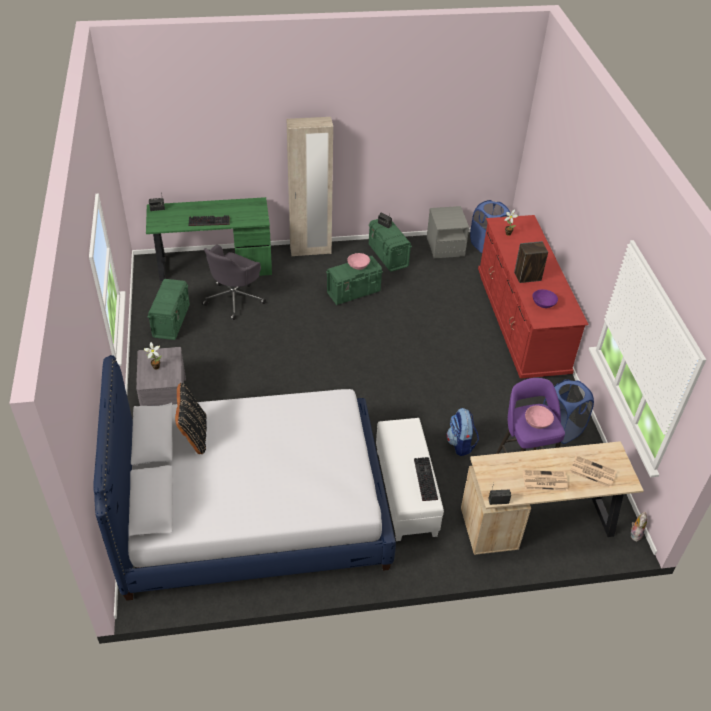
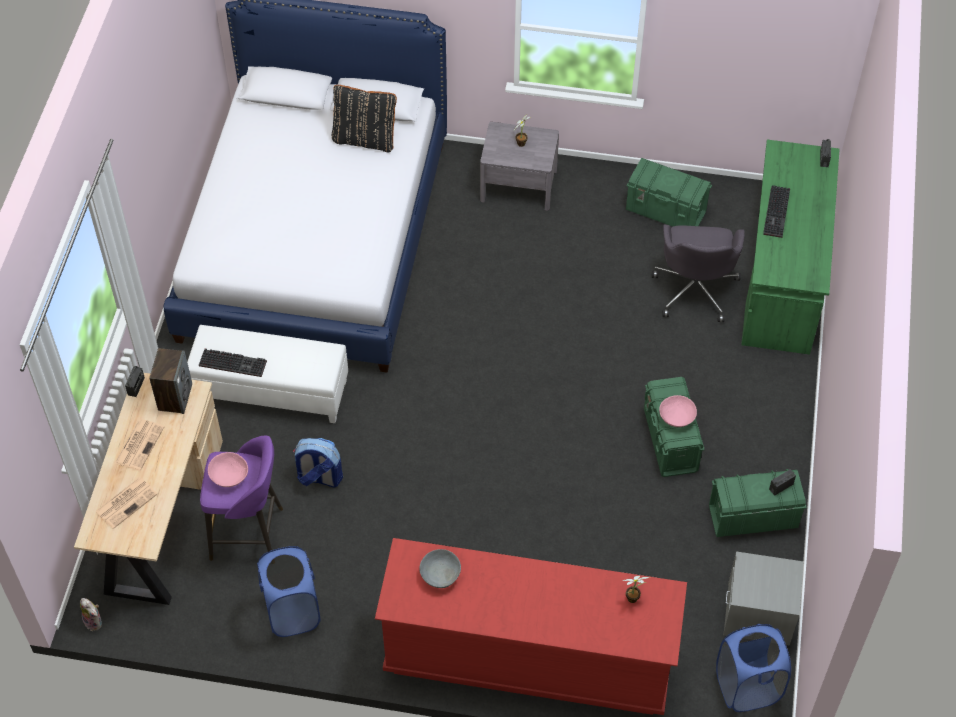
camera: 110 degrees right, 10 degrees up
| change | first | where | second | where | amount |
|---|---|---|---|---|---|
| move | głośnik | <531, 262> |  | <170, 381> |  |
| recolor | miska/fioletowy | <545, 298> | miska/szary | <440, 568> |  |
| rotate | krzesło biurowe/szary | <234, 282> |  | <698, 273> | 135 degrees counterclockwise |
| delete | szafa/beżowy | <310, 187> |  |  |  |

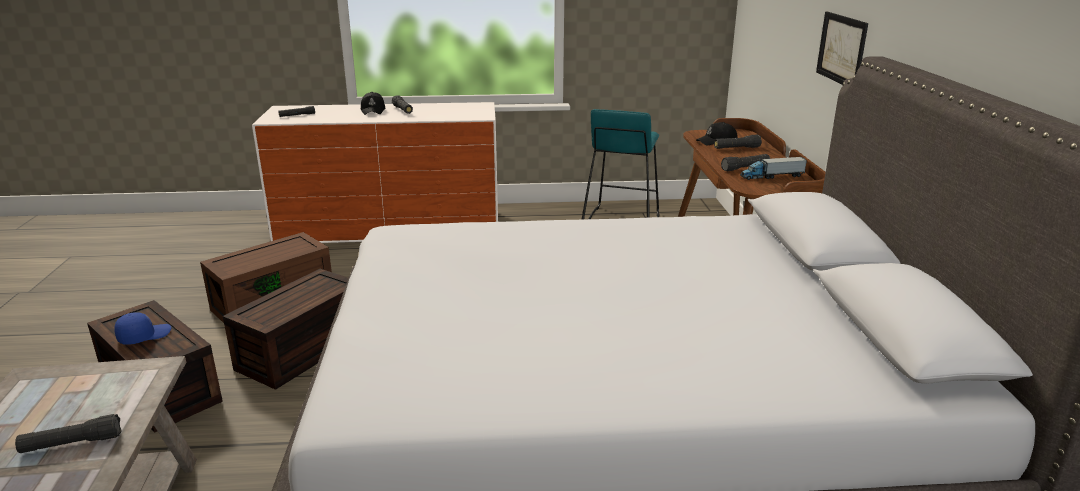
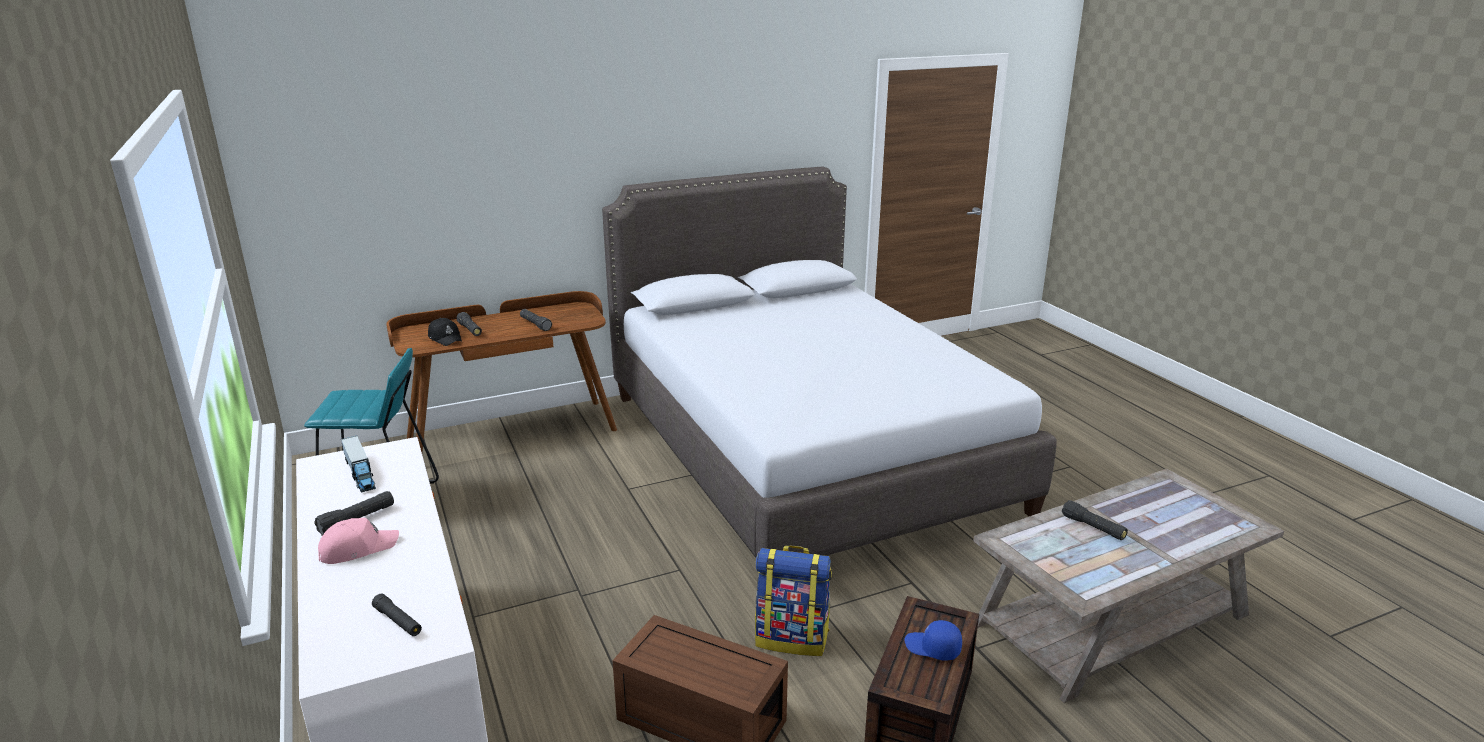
camera: 110 degrees left, 0 degrees up
| change | first | where | second | where | amount |
|---|---|---|---|---|---|
| recolor | czapka z daszkiem/czarny | <373, 103> | czapka z daszkiem/różowy | <358, 541> |  |
| move | ciężarówka zabawkowa | <773, 168> |  | <358, 464> |  |
| replace | pojemnik do przechowywania/brązowy | <285, 329> | plecak | <793, 601> |  |
| delete | obraz | <842, 48> |  |  |  |

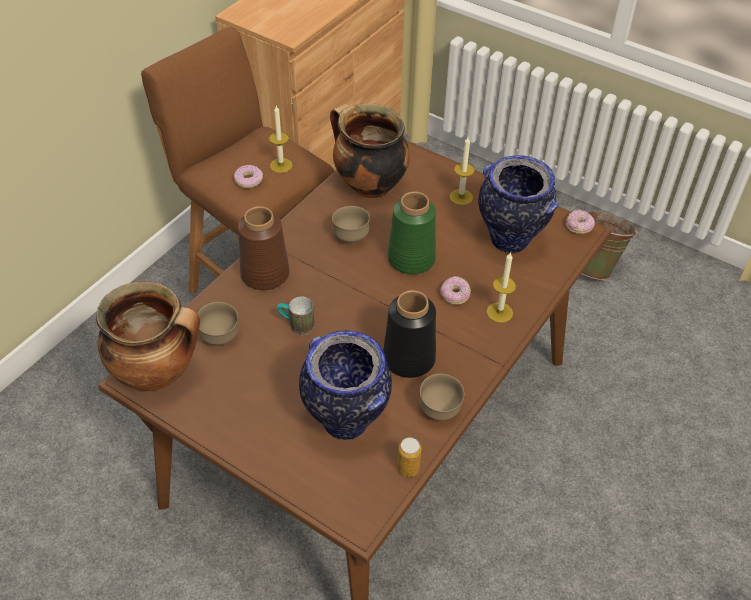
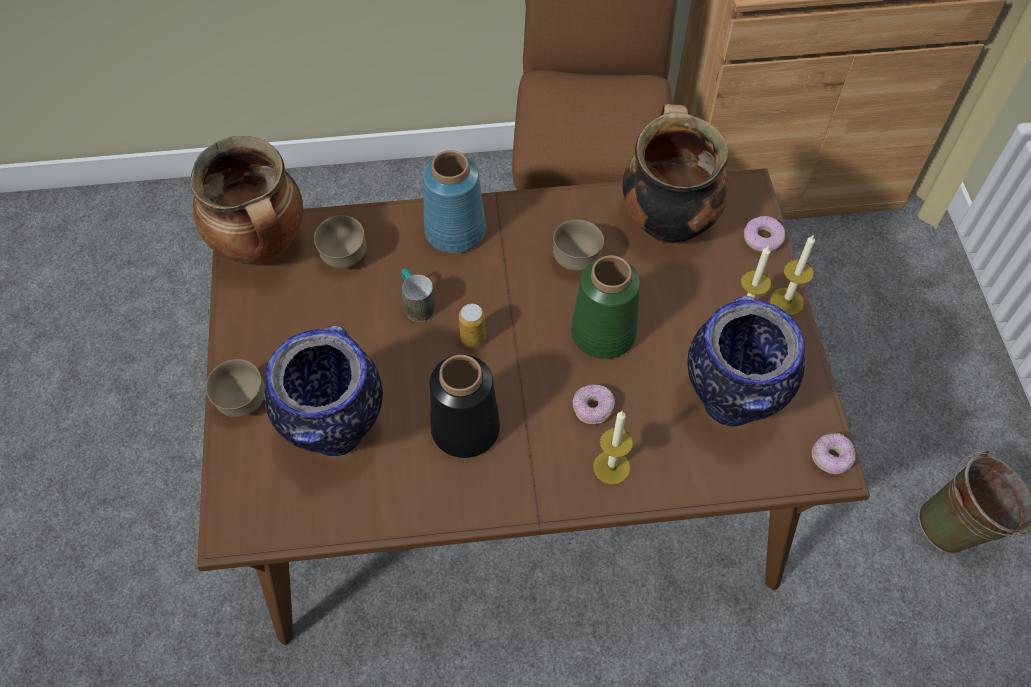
camera: 50 degrees right, 10 degrees up
| change | first | where | second | where | amount |
|---|---|---|---|---|---|
| move | miska/brązowy | <441, 396> |  | <235, 388> |  |
| recolor | wazon/brązowy | <263, 248> | wazon/niebieski | <454, 201> |  |
| move | puszka | <409, 457> |  | <472, 326> |  |
| move | donut | <248, 176> |  | <764, 234> |  |
| move | świeca | <280, 139> |  | <792, 275> |  |

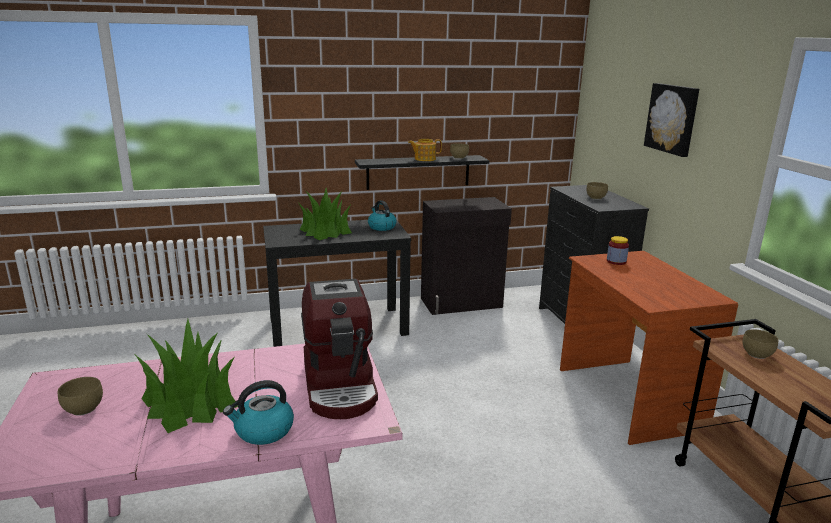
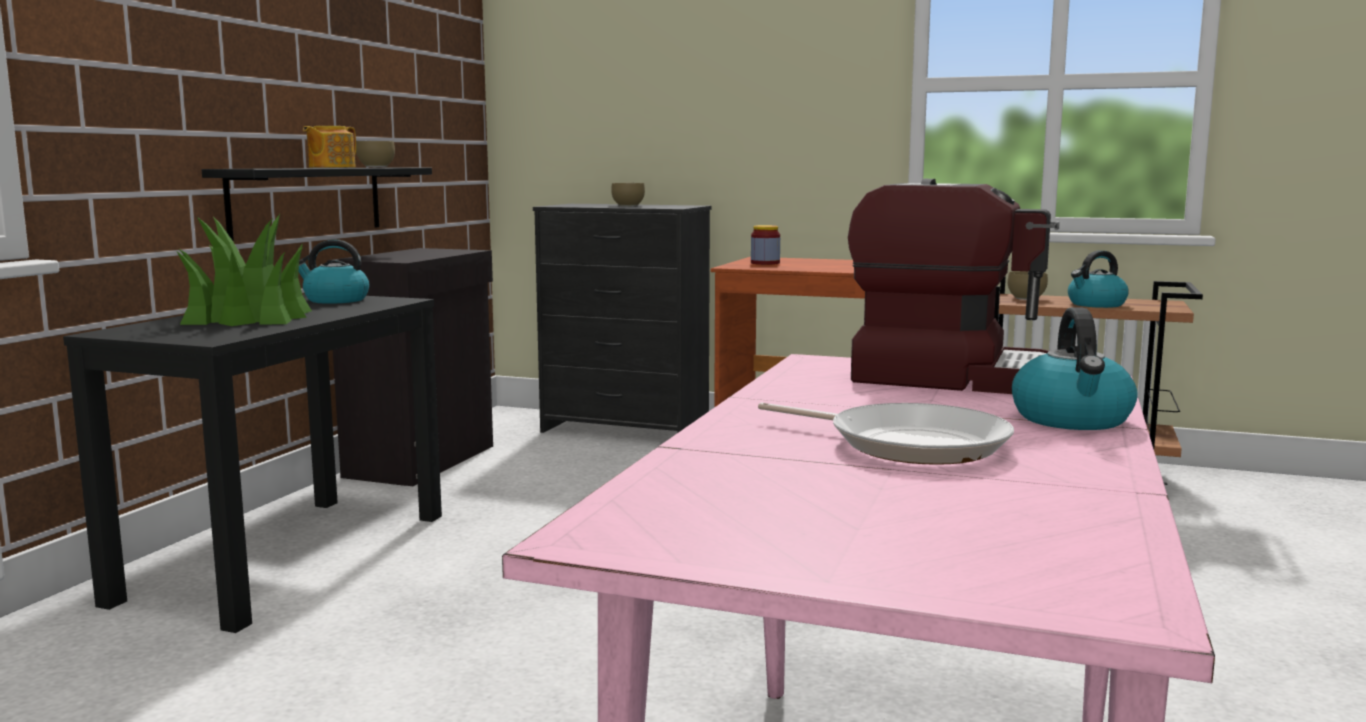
camera: 55 degrees left, 10 degrees down
| change | first | where | second | where | amount |
|---|---|---|---|---|---|
| replace | roślina doniczkowa | <186, 376> | patelnia | <886, 434> |  |
| insert |  |  | czajnik | <1098, 279> |  |
| delete | miska/brązowy | <80, 396> |  |  |  |
| delete | obraz | <671, 120> |  |  |  |

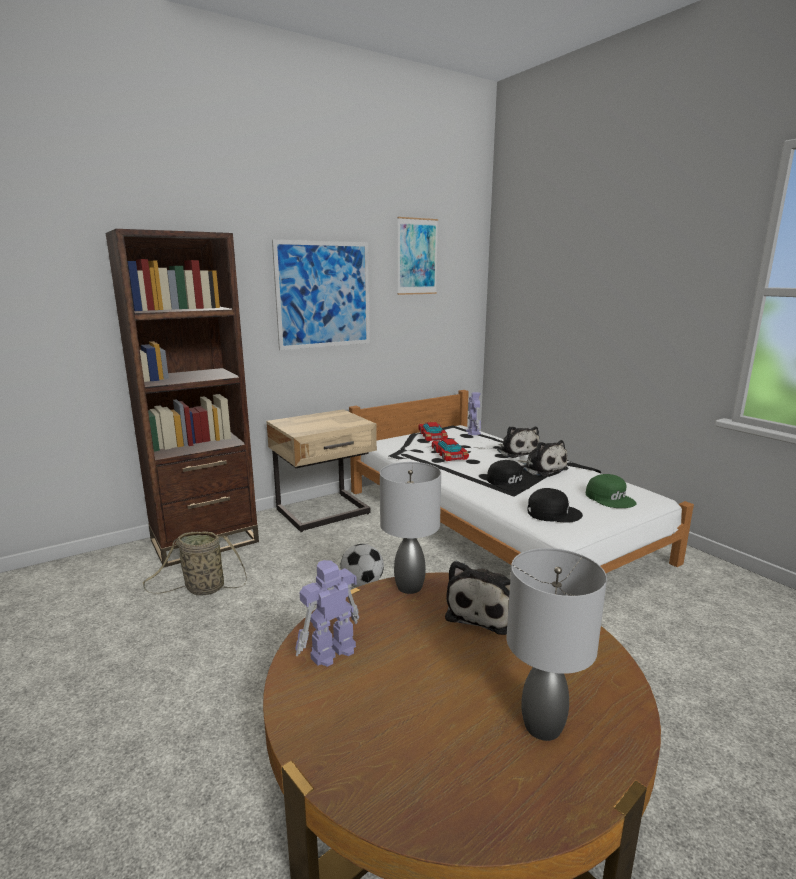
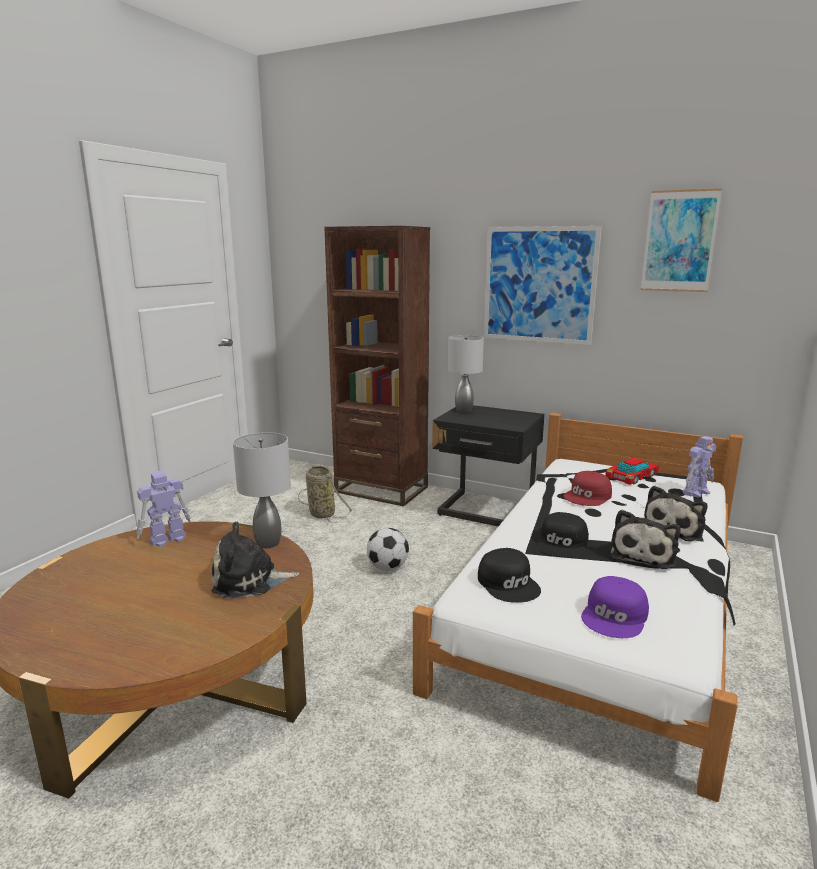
camera: 60 degrees right, 0 degrees up
| change | first | where | second | where | amount |
|---|---|---|---|---|---|
| rotate | robot zabawkowy | <327, 613> |  | <163, 509> | 60 degrees counterclockwise |
| recolor | szafka nocna/beżowy | <321, 470> | szafka nocna/czarny | <488, 465> |  |
| move | lampa stołowa/szary | <556, 644> |  | <466, 374> |  |
| replace | samochodzik | <450, 450> | czapka z daszkiem/czerwony | <588, 488> |  |
| recolor | czapka z daszkiem/zielony | <611, 491> | czapka z daszkiem/fioletowy | <615, 607> |  |

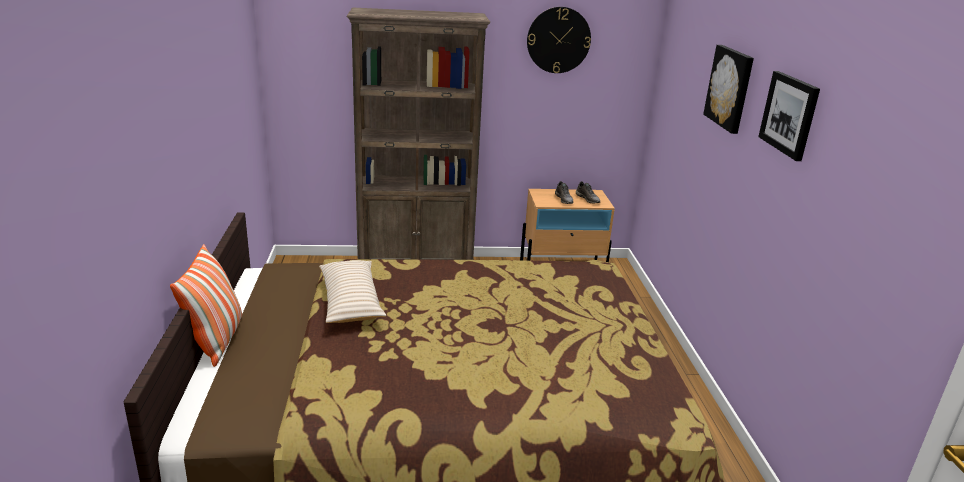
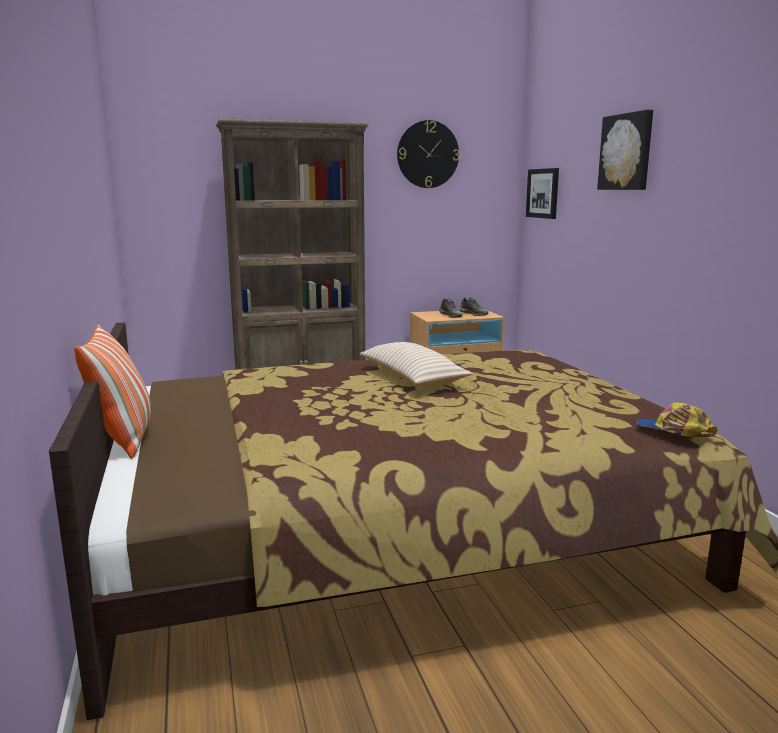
camera: 10 degrees left, 10 degrees down
| change | first | where | second | where | amount |
|---|---|---|---|---|---|
| move | poduszka/beżowy | <352, 291> |  | <415, 364> |  |
| move | obraz | <789, 116> |  | <542, 193> |  |
| insert |  |  | czapka z daszkiem | <676, 420> |  |

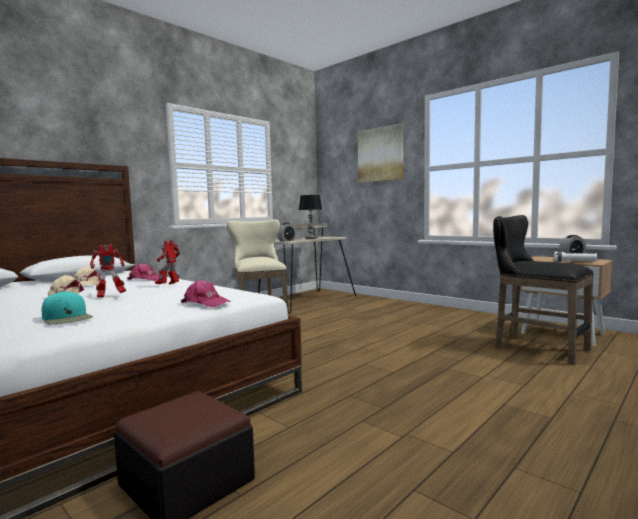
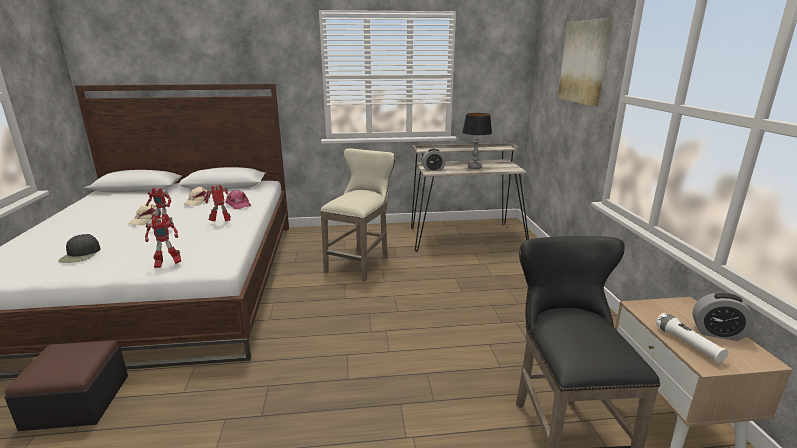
camera: 40 degrees right, 15 degrees up
| change | first | where | second | where | amount |
|---|---|---|---|---|---|
| recolor | czapka z daszkiem/turkusowy | <67, 307> | czapka z daszkiem/czarny | <79, 248> |  |
| replace | czapka z daszkiem/różowy | <206, 293> | robot zabawkowy | <163, 242> |  |

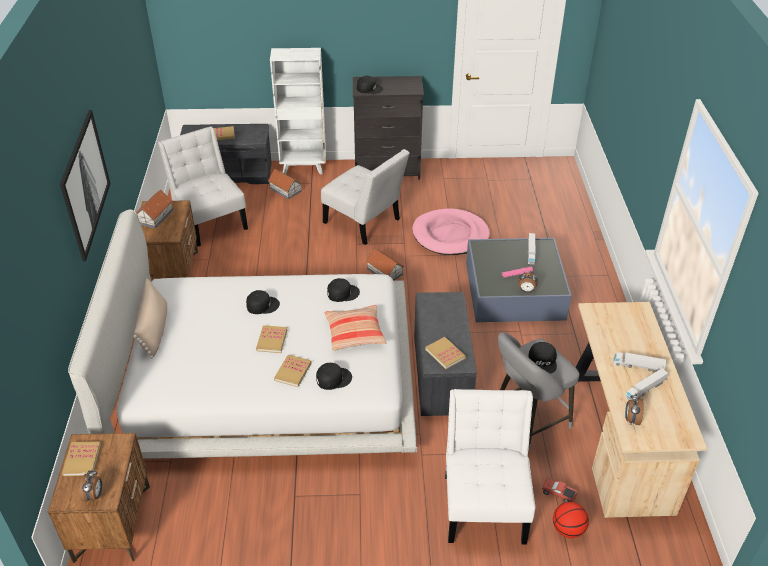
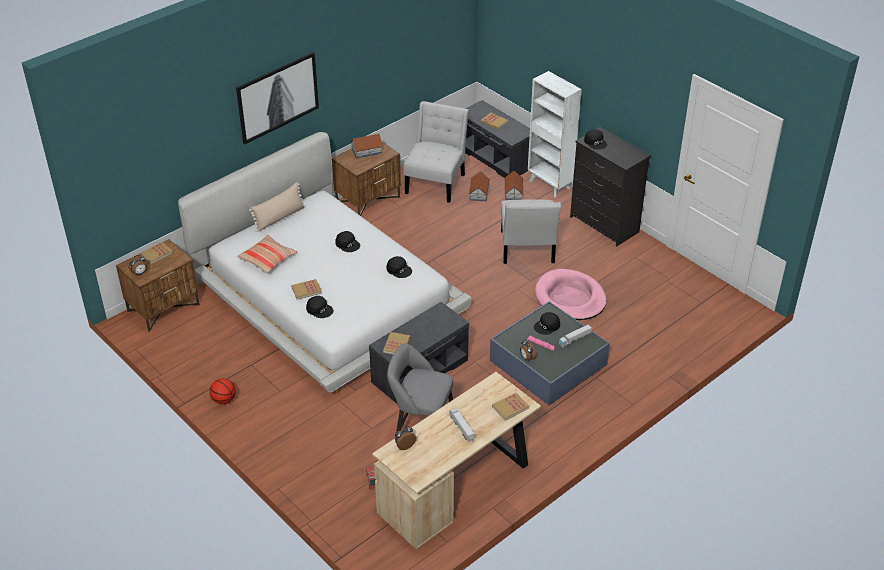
camera: 50 degrees right, 0 degrees up
| change | first | where | second | where | amount |
|---|---|---|---|---|---|
| move | piłka do koszykówki | <571, 520> |  | <222, 391> |  |
| move | poduszka | <355, 328> |  | <267, 254> |  |
| move | domek | <385, 264> |  | <479, 186> |  |
| move | książka | <271, 339> |  | <510, 407> |  |
| move | czapka z daszkiem/czarny | <543, 358> |  | <547, 323> |  |
| delete | krzesło/biały | <490, 466> |  |  |  |
| delete | ciężarówka zabawkowa | <646, 384> |  |  |  |

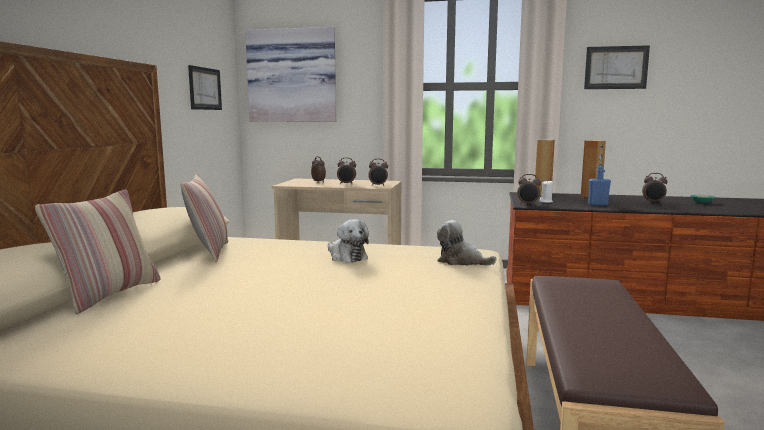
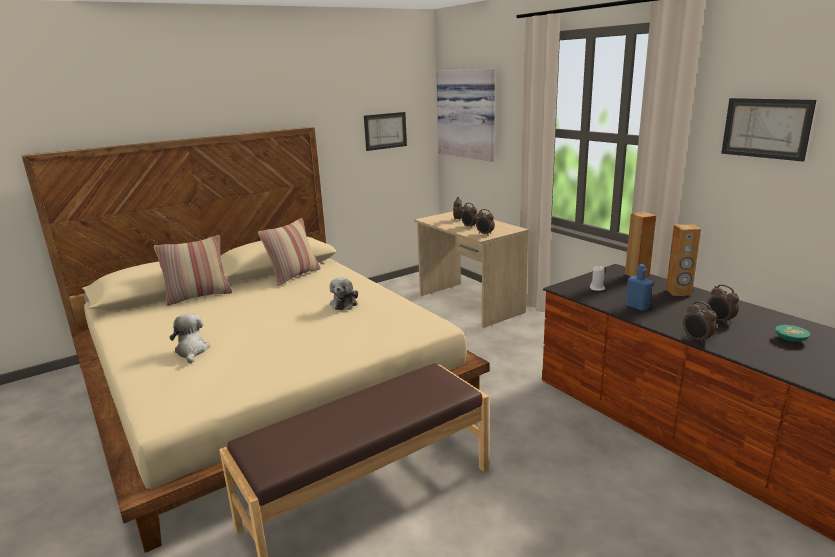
camera: 45 degrees right, 10 degrees up
| change | first | where | second | where | amount |
|---|---|---|---|---|---|
| move | pluszak | <467, 242> |  | <190, 338> |  |
| move | budzik | <529, 189> |  | <700, 322> |  |

